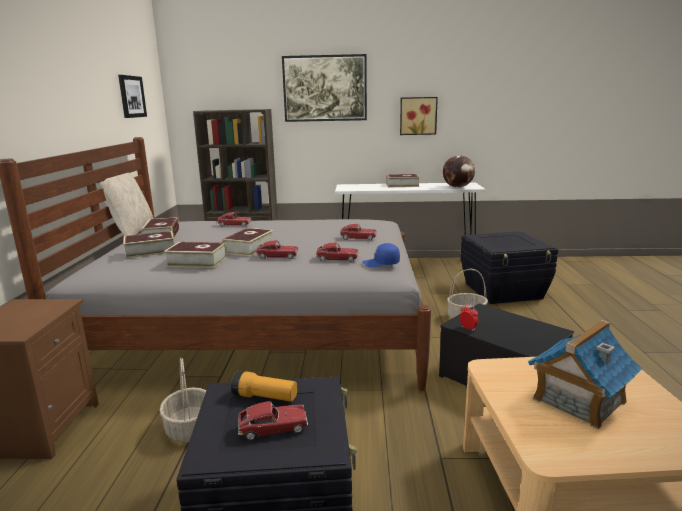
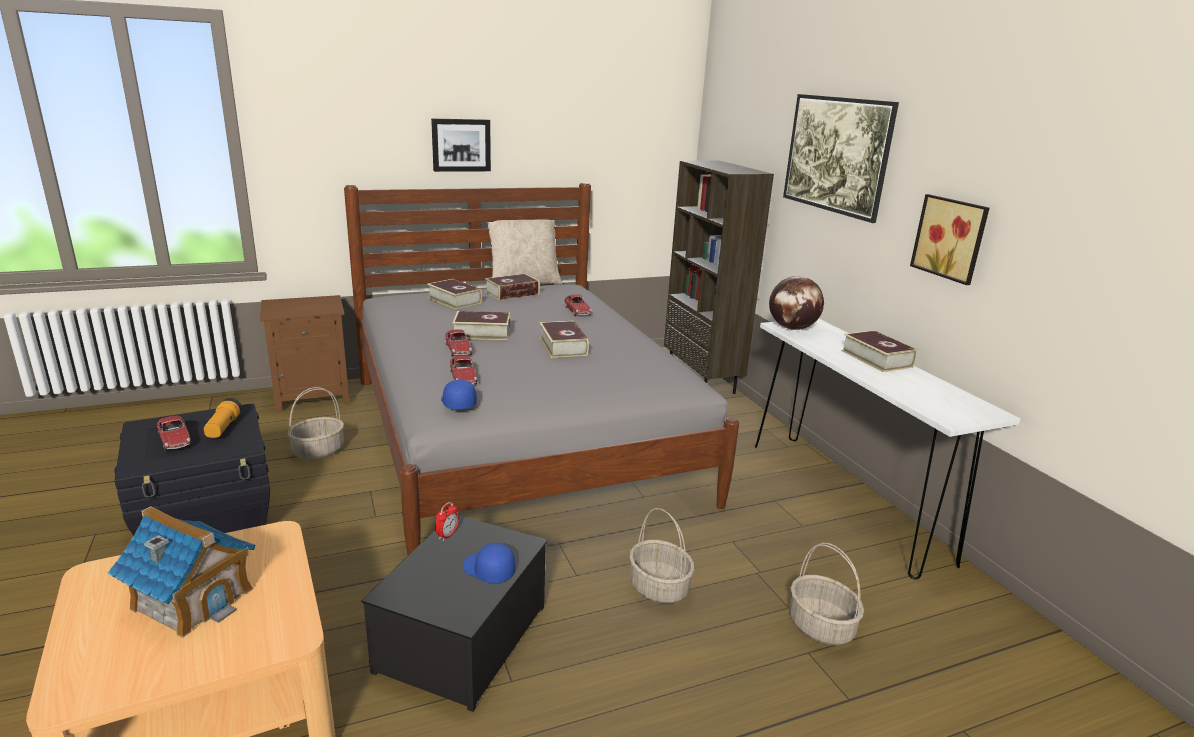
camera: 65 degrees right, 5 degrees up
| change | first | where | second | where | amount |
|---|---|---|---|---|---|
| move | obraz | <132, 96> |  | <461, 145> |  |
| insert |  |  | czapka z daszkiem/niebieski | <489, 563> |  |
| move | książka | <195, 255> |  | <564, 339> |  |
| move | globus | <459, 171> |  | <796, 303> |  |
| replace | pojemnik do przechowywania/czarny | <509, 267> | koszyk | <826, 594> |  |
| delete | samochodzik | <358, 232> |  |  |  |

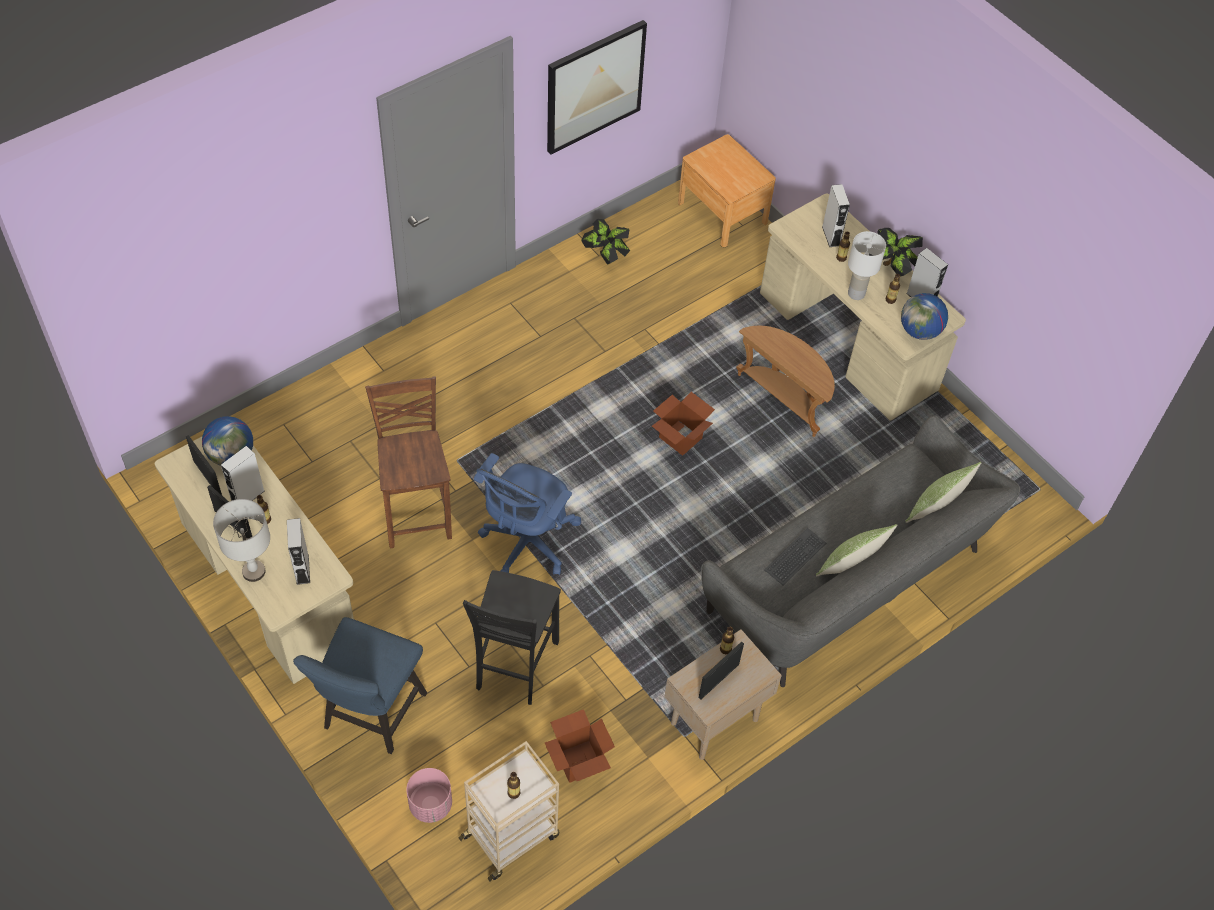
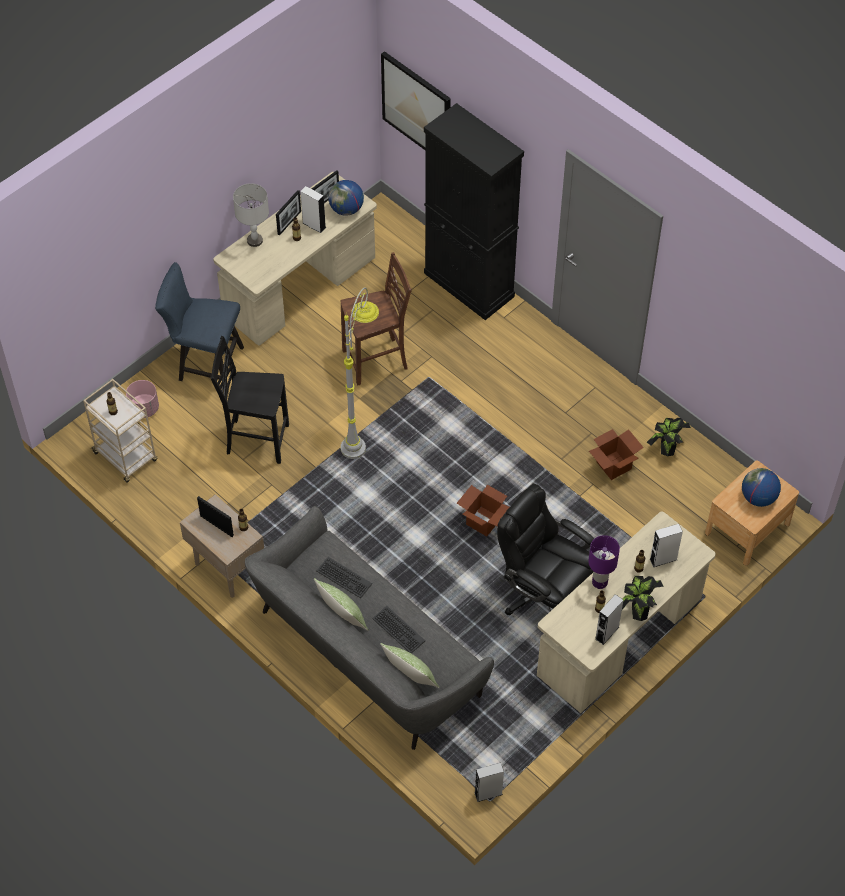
camera: 85 degrees right, 0 degrees up
| change | first | where | second | where | amount |
|---|---|---|---|---|---|
| replace | krzesło biurowe/niebieski | <527, 514> | lampa stojąca/szary | <359, 373> |  |
| insert |  |  | klawiatura | <398, 629> |  |
| move | obraz | <597, 87> |  | <416, 101> |  |
| insert |  |  | szafka/czarny | <474, 211> |  |
| move | głośnik/szary | <298, 551> |  | <489, 782> |  |
| replace | stolik/brązowy | <785, 381> | krzesło biurowe/czarny | <545, 549> |  |
| recolor | lampa stołowa/biały | <867, 265> | lampa stołowa/fioletowy | <604, 562> |  |
| move | karton | <580, 746> |  | <616, 454> |  |
| move | globus | <924, 316> |  | <761, 487> |  |

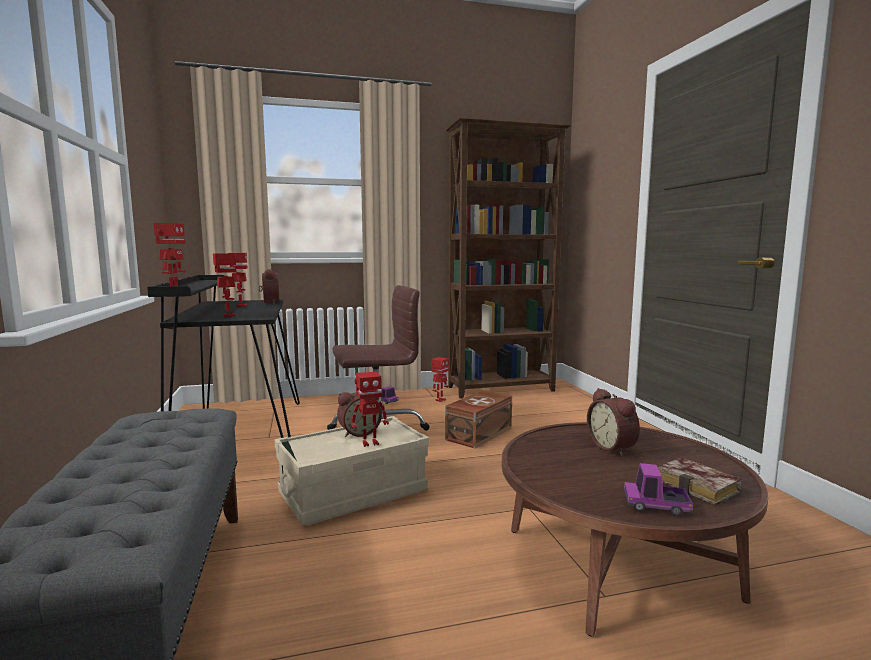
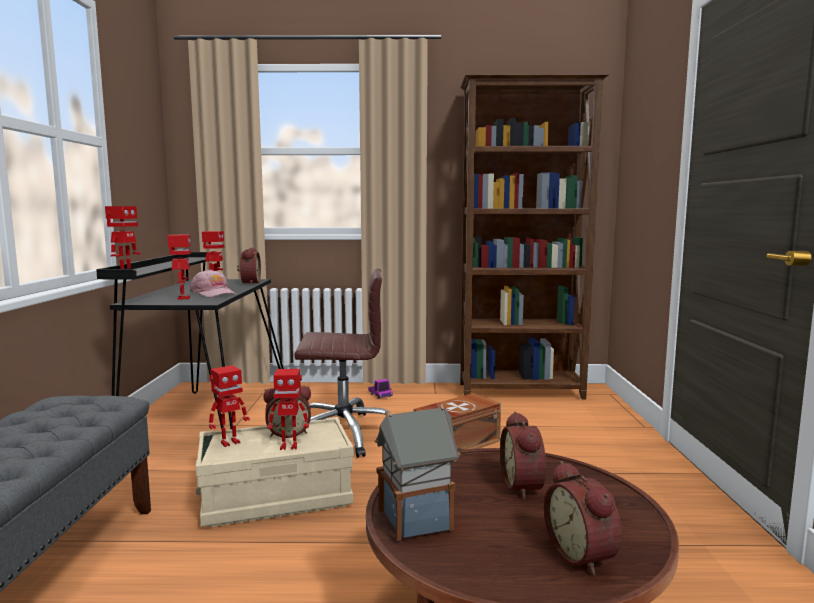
camera: 15 degrees right, 0 degrees up
| change | first | where | second | where | amount |
|---|---|---|---|---|---|
| insert |  |  | czapka z daszkiem/różowy | <213, 283> |  |
| move | robot zabawkowy | <440, 379> |  | <229, 406> |  |
| insert |  |  | domek | <418, 472> |  |
| replace | książka | <700, 481> | budzik | <583, 518> |  |
| delete | ciężarówka zabawkowa | <658, 489> |  |  |  |

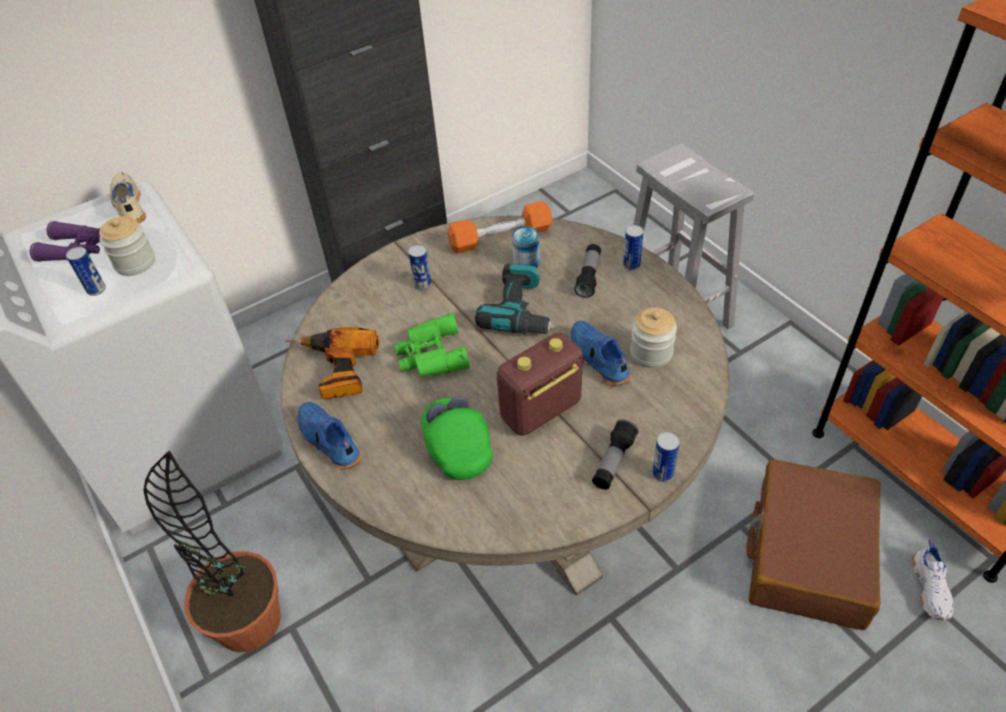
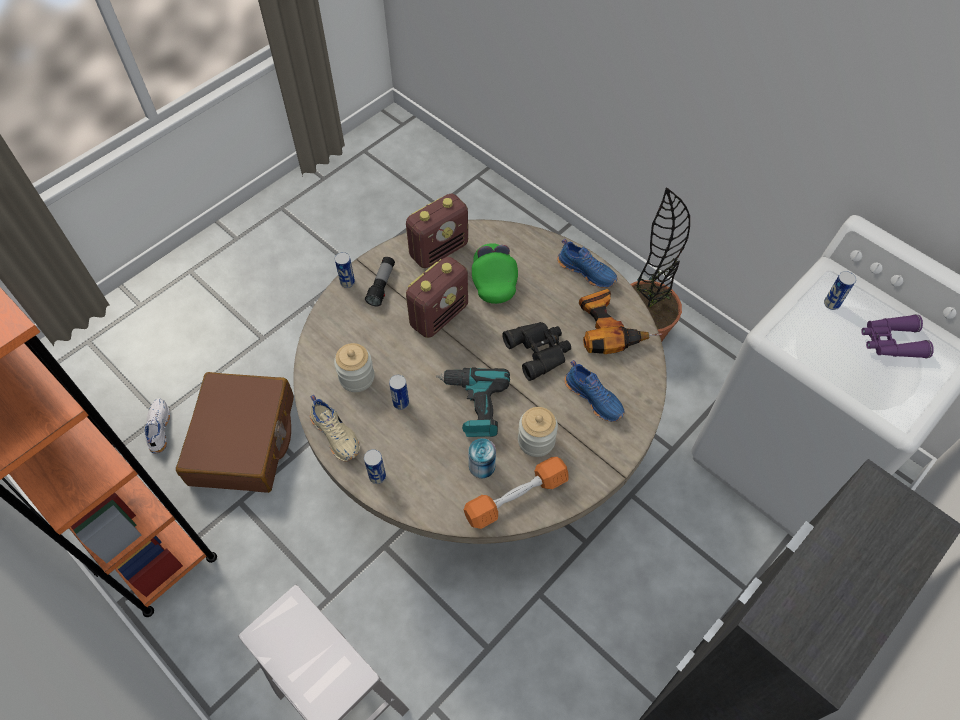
camera: 165 degrees right, 10 degrees up
| change | first | where | second | where | amount |
|---|---|---|---|---|---|
| move | but/beżowy | <128, 197> |  | <335, 428> |  |
| move | puszka | <419, 267> |  | <399, 392> |  |
| insert |  |  | radio | <437, 230> |  |
| rotate | czapka z daszkiem/zielony | <457, 438> |  | <495, 273> | 150 degrees counterclockwise |
| recolor | lornetka/zielony | <432, 345> | lornetka/czarny | <536, 351> |  |
| move | słoik | <127, 246> |  | <538, 432> |  |
| move | but/niebieski | <600, 353> |  | <594, 391> |  |
| delete | latarka | <587, 271> |  |  |  |

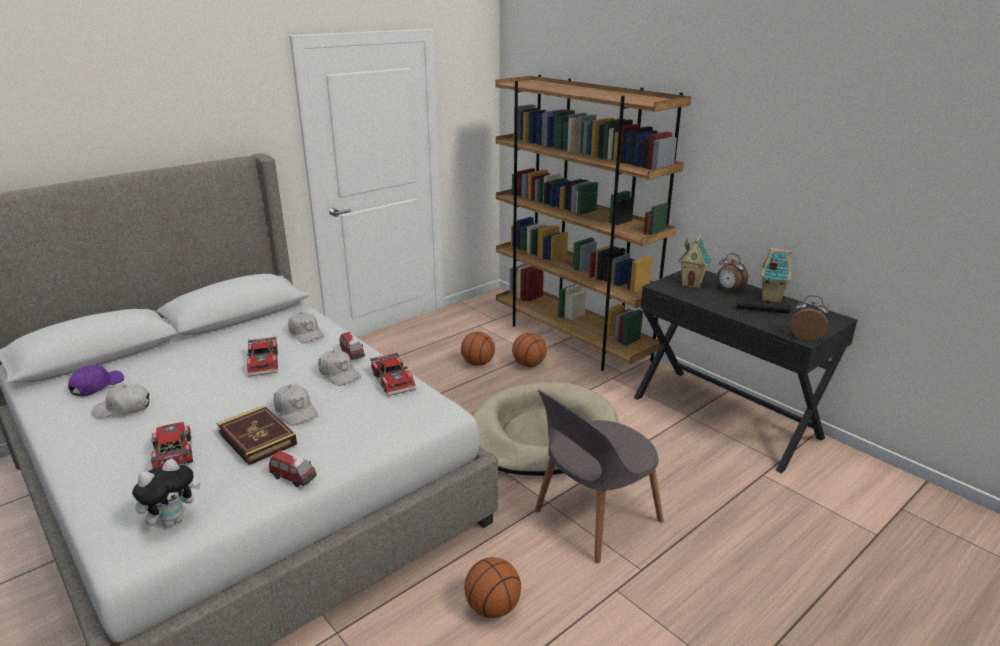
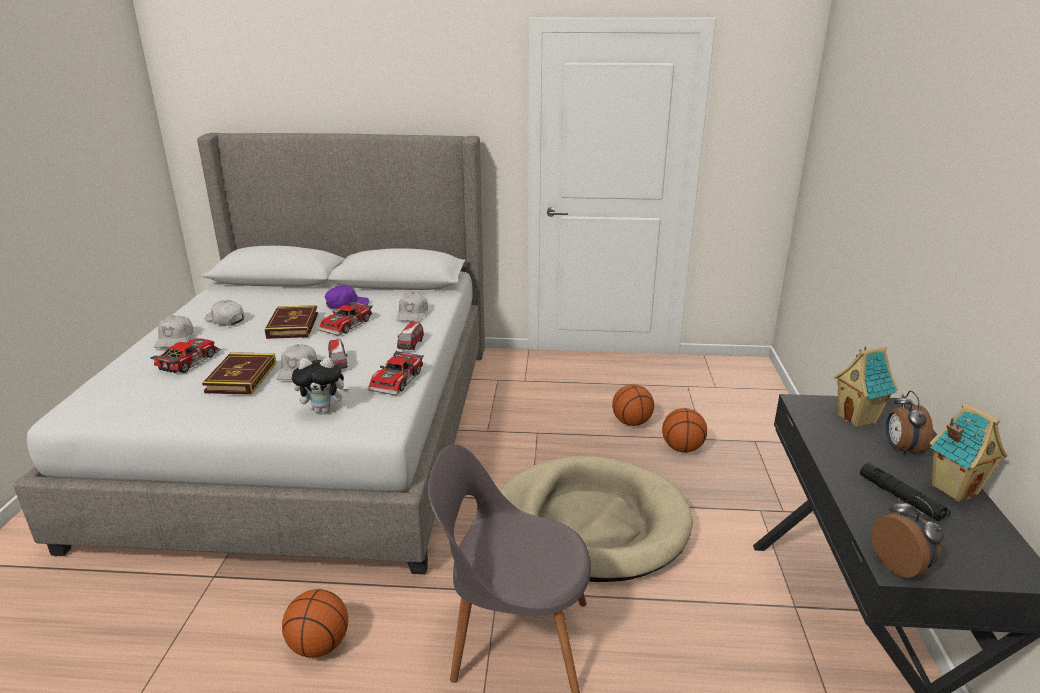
camera: 45 degrees right, 0 degrees up
| change | first | where | second | where | amount |
|---|---|---|---|---|---|
| move | czapka z daszkiem/biały | <339, 368> |  | <173, 332> |  |
| insert |  |  | książka | <291, 322> |  |
| move | pluszak | <166, 493> |  | <321, 385> |  |
| move | czapka z daszkiem/fioletowy | <96, 381> |  | <347, 297> |  |
| move | samochodzik | <293, 468> |  | <338, 354> |  |
| delete | regał/brązowy | <593, 223> |  |  |  |

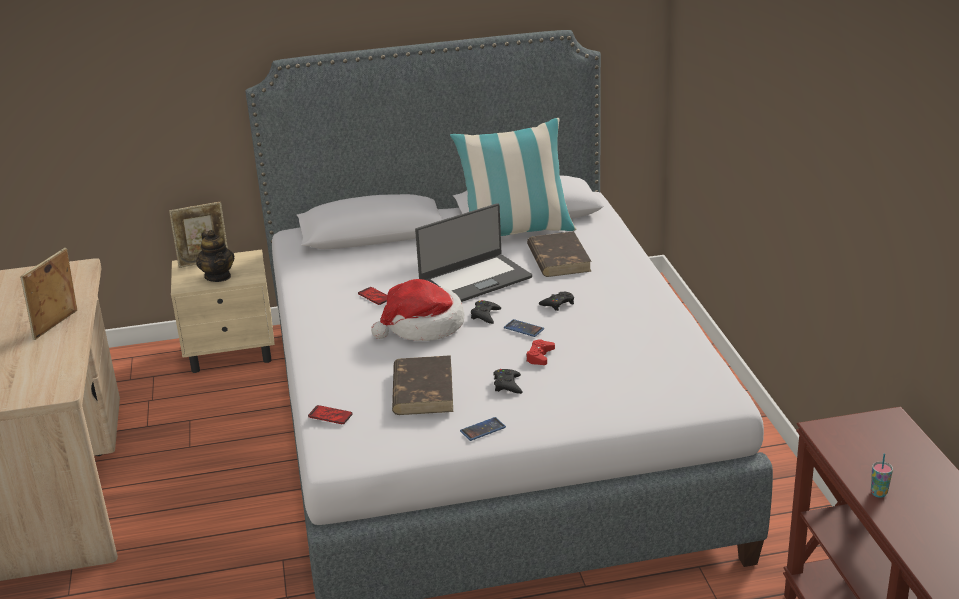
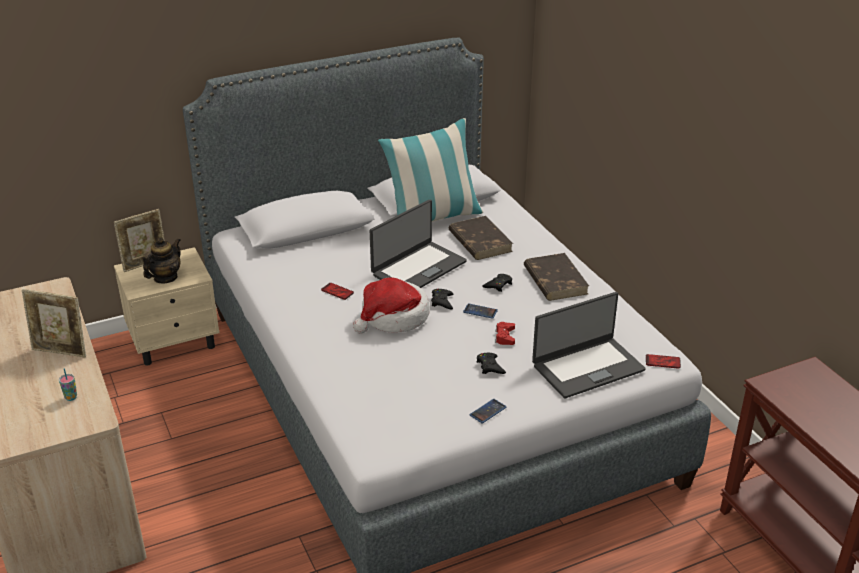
camera: 15 degrees left, 5 degrees up
| change | first | where | second | where | amount |
|---|---|---|---|---|---|
| rotate | ramka na zdjęcie | <48, 294> |  | <54, 323> | 90 degrees counterclockwise |
| move | filiżanka | <882, 476> |  | <68, 384> |  |
| rotate | imbryk | <215, 256> |  | <162, 260> | 105 degrees counterclockwise |
| move | książka/brązowy | <422, 385> |  | <556, 277> |  |
| insert |  |  | laptop | <589, 345> |  |
| move | telefon | <330, 414> |  | <663, 361> |  |

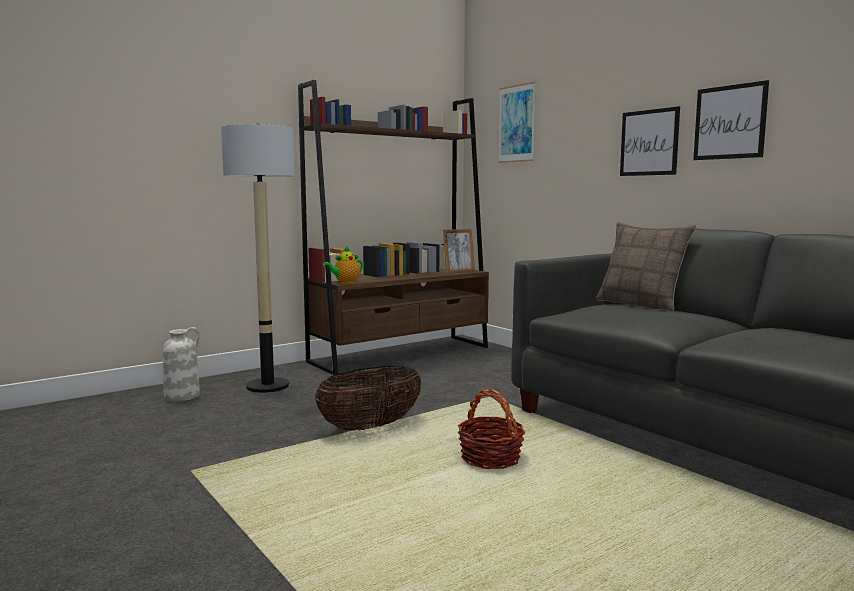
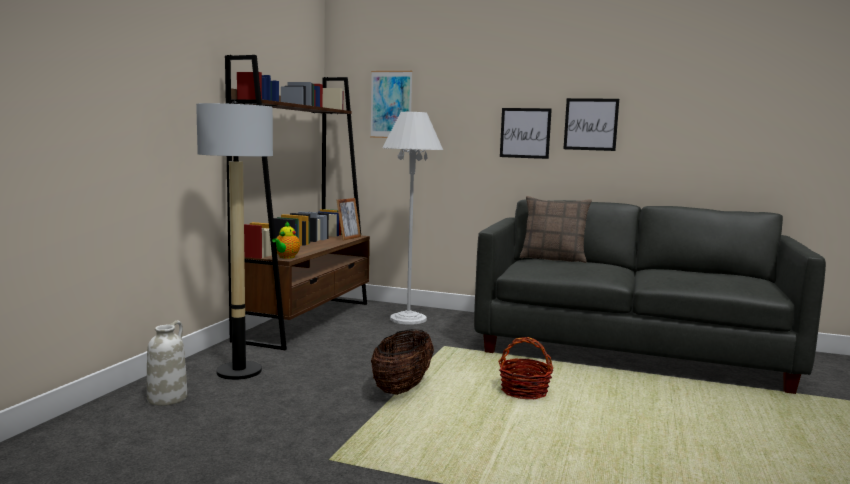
camera: 35 degrees left, 0 degrees up
| change | first | where | second | where | amount |
|---|---|---|---|---|---|
| insert |  |  | lampa stojąca/biały | <413, 218> |  |

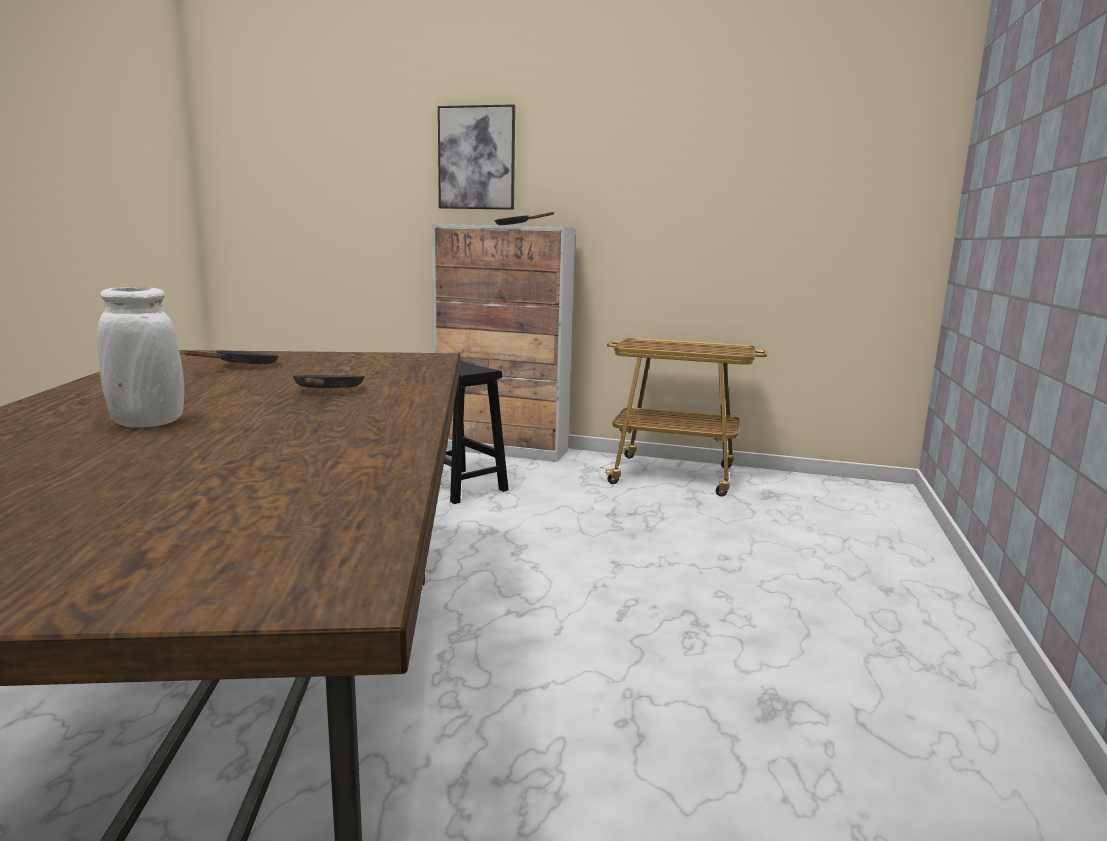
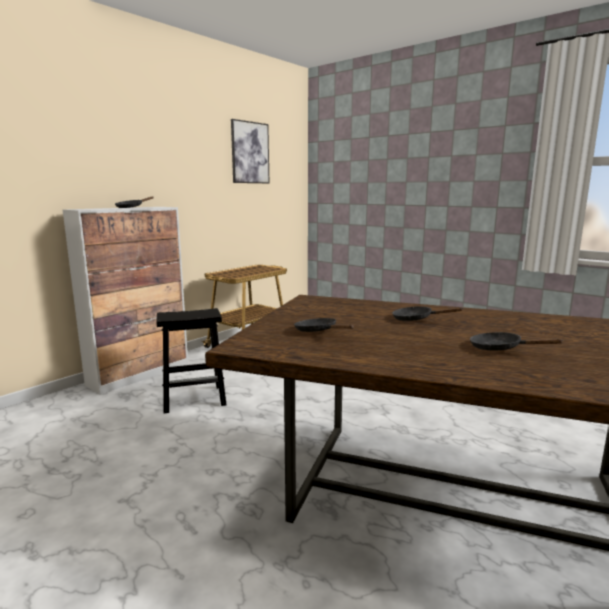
camera: 65 degrees left, 0 degrees up
| change | first | where | second | where | amount |
|---|---|---|---|---|---|
| move | obraz | <476, 157> |  | <250, 151> |  |
| replace | wazon/biały | <141, 357> | patelnia/czarny | <517, 341> |  |

